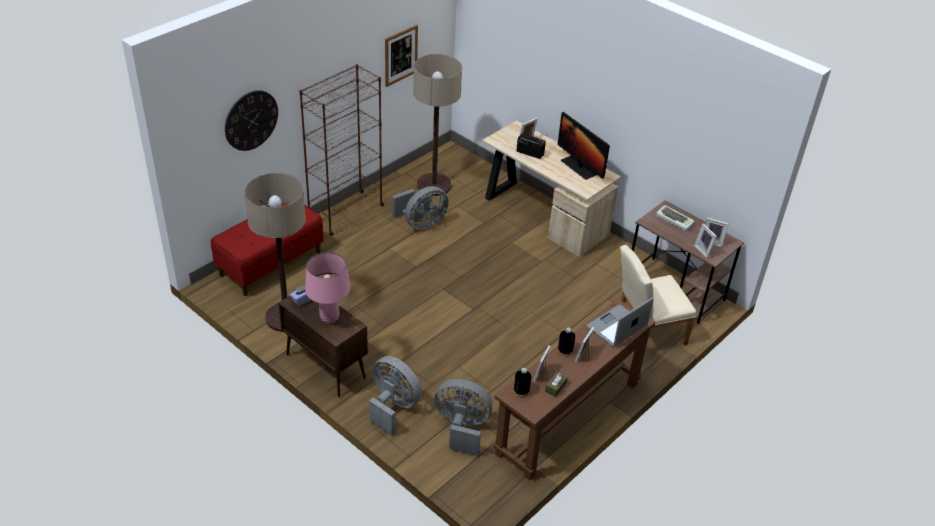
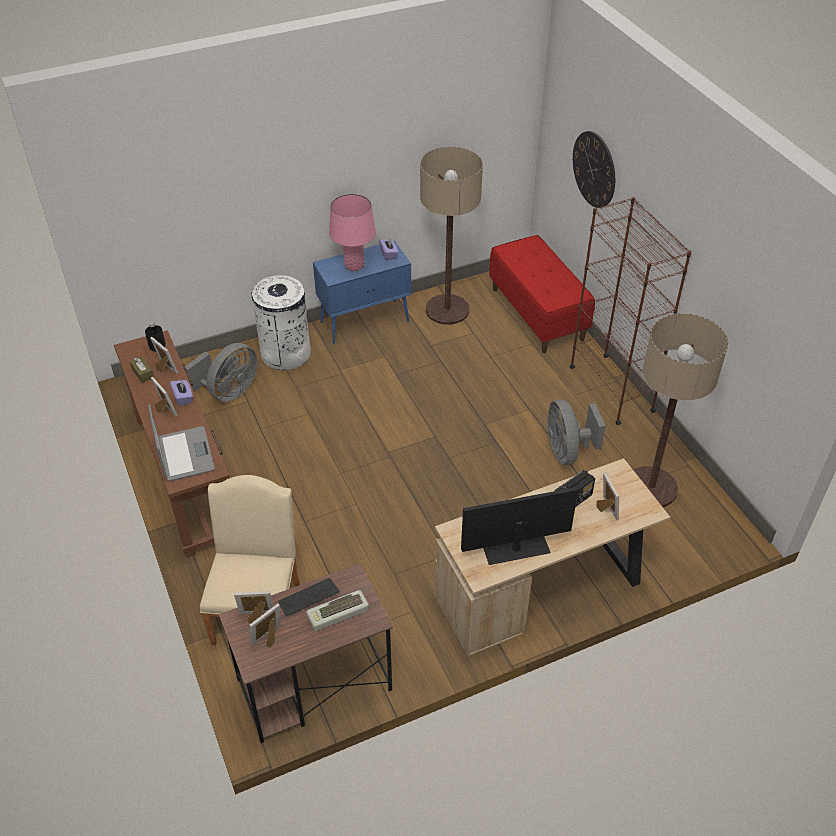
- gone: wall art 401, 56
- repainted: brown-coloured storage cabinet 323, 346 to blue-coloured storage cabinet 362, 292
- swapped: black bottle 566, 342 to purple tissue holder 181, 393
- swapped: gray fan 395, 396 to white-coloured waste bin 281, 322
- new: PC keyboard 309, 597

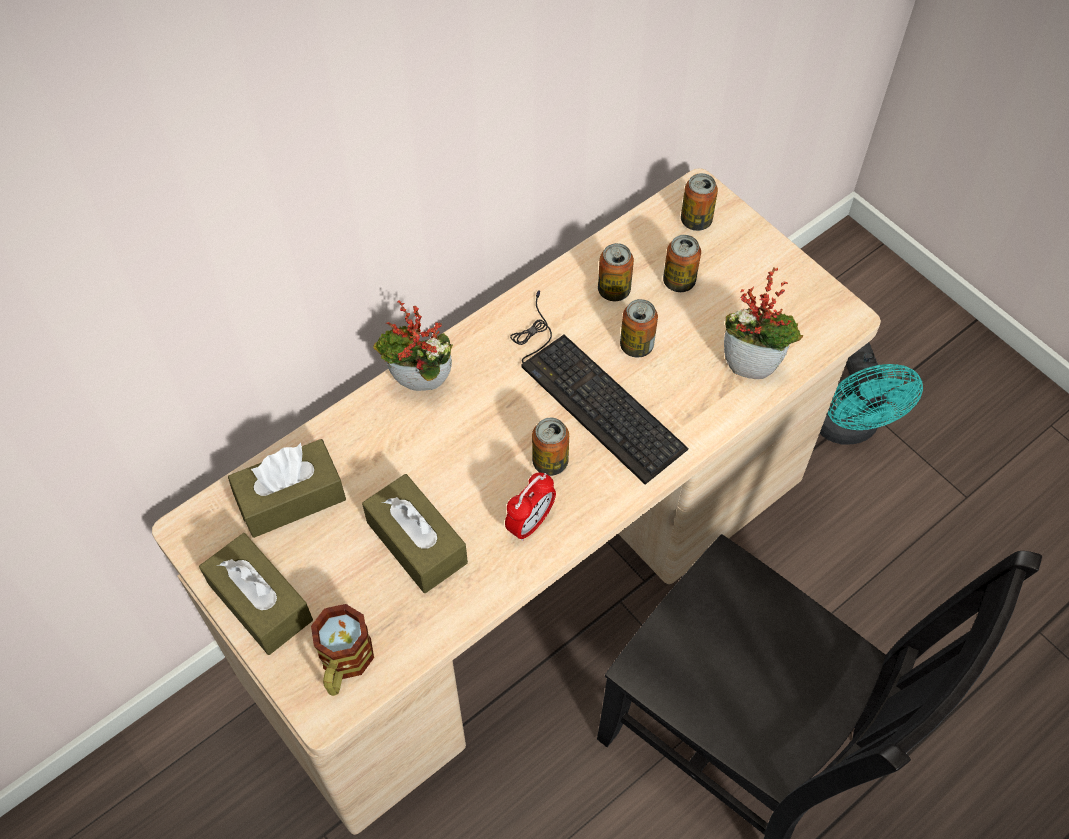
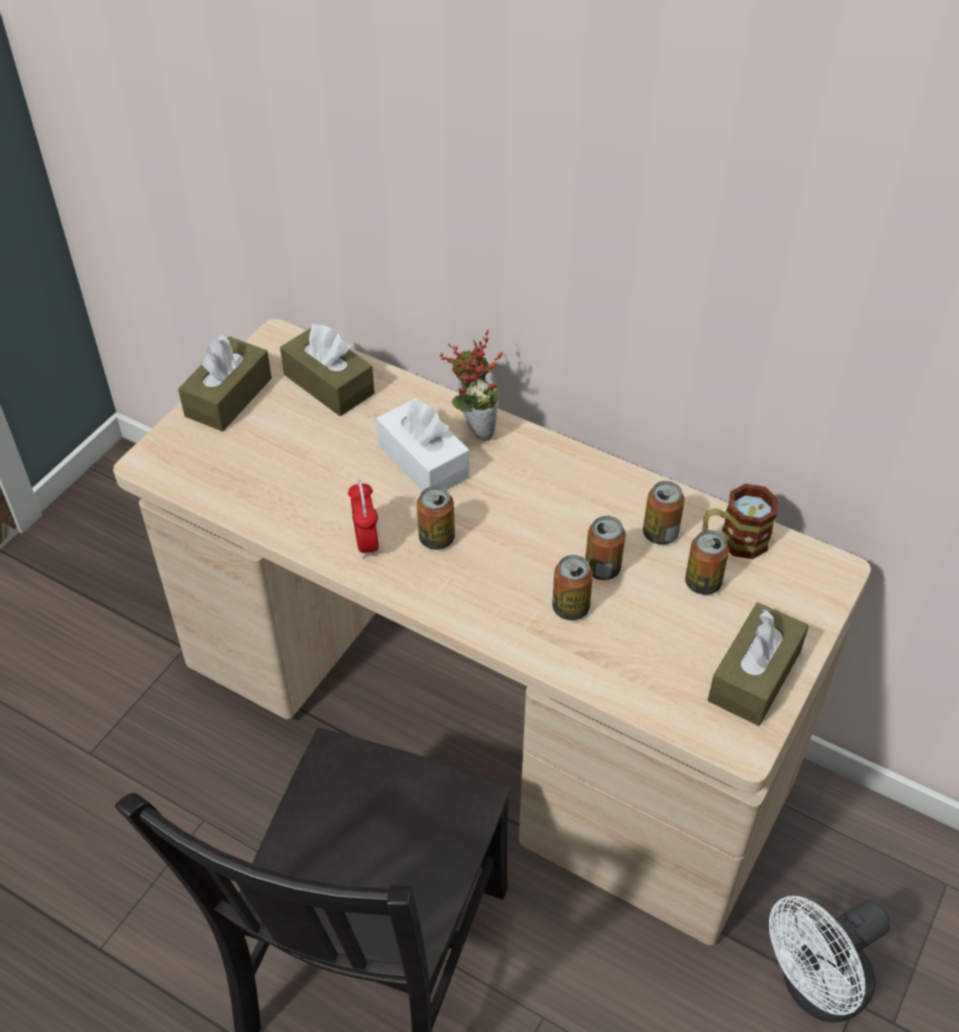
- shifted: can 699, 202 to 572, 587
- gone: plant in a pot 763, 323
- gone: PC keyboard 599, 387
- repainted: turquoise-coloured fan 871, 393 to white-coloured fan 829, 959
- rotated: alarm clock 530, 507 = 363, 519 120 degrees counterclockwise
- shifted: brown-coloured tissue holder 415, 533 to 758, 664
- shifted: coffee mug 342, 650 to 740, 521
- new: white-coloured tissue holder 423, 444

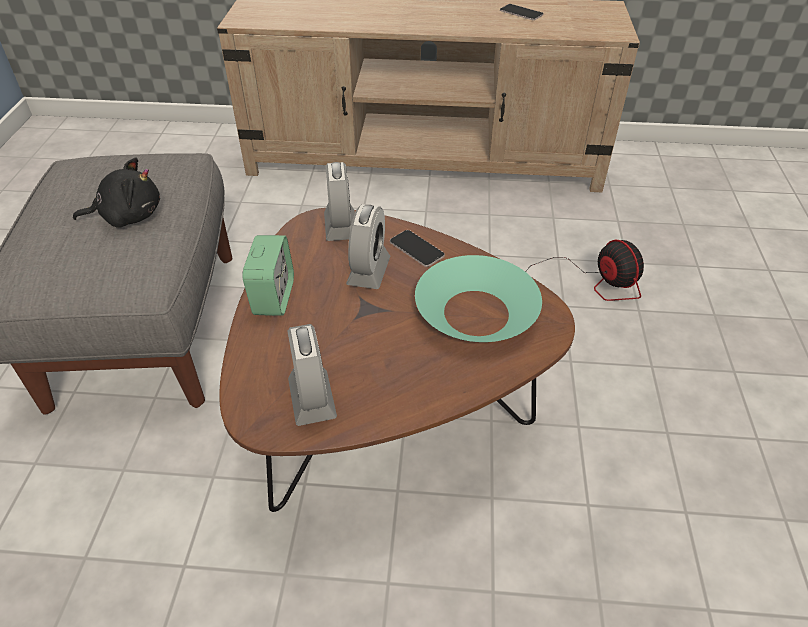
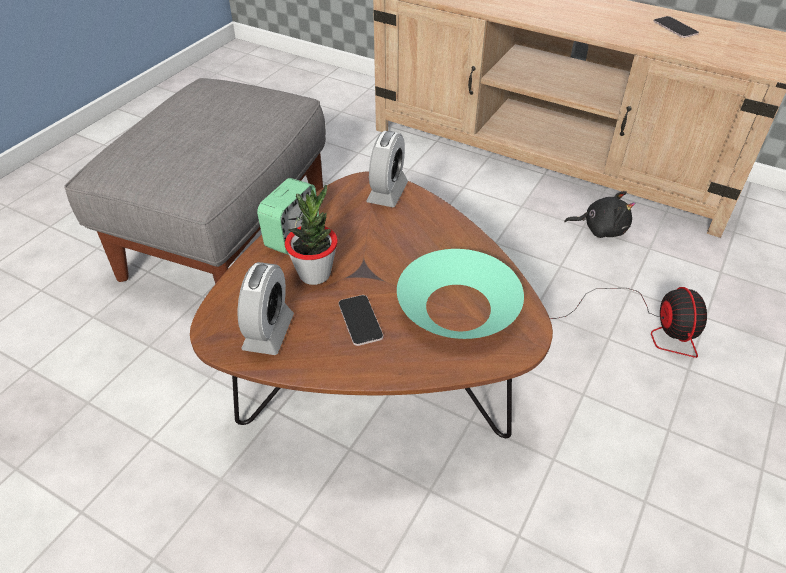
- shifted: black cuddly toy 116, 193 to 600, 214
- gone: alarm clock 368, 246
- shifted: handset 417, 248 to 360, 320
- new: plant in a pot 311, 235

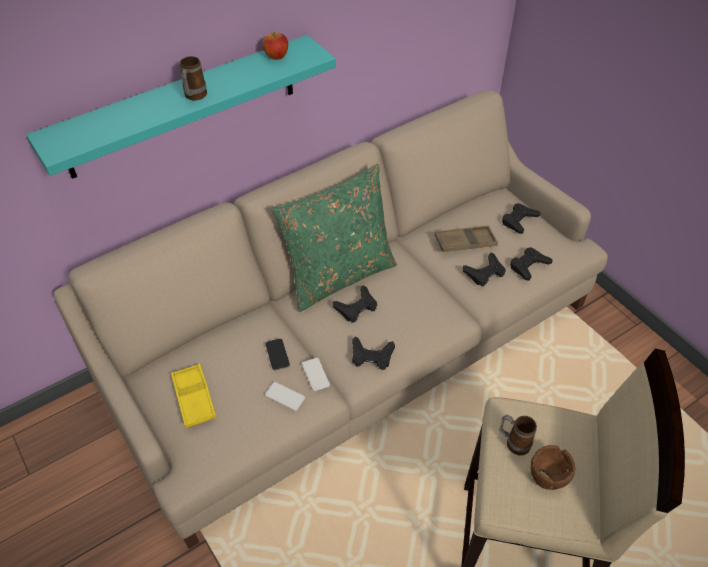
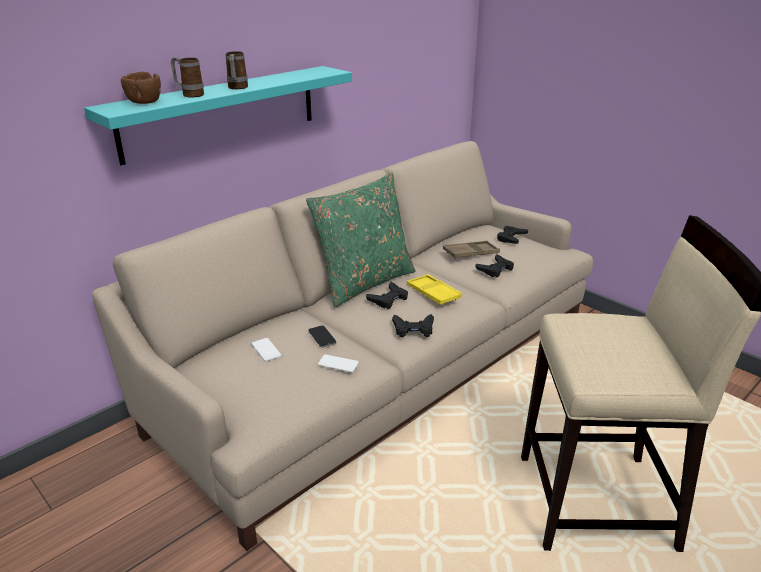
- gone: whole apple 275, 45
- gone: black gamepad 531, 264
- shifted: handset 316, 374 to 267, 350
- shifted: yellow-coloured carrying tray 194, 396 to 434, 289
- shifted: coffee mug 518, 435 to 187, 77
- shifted: brown-coloured serving bowl 553, 467 to 141, 88

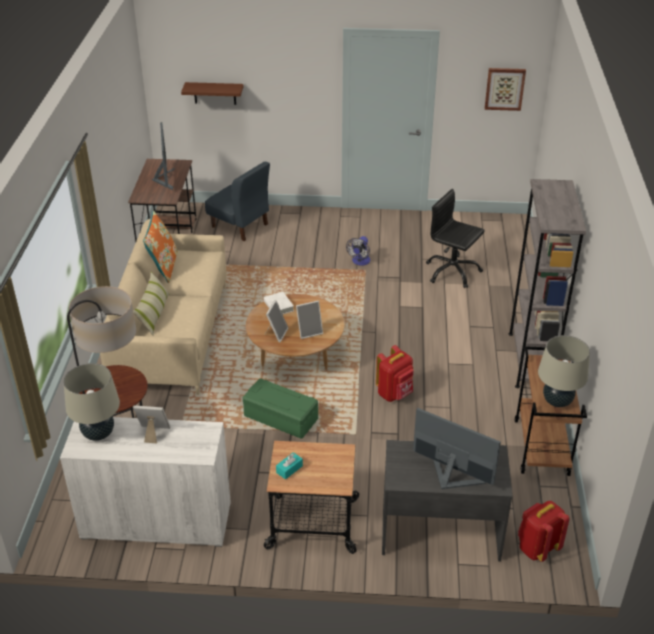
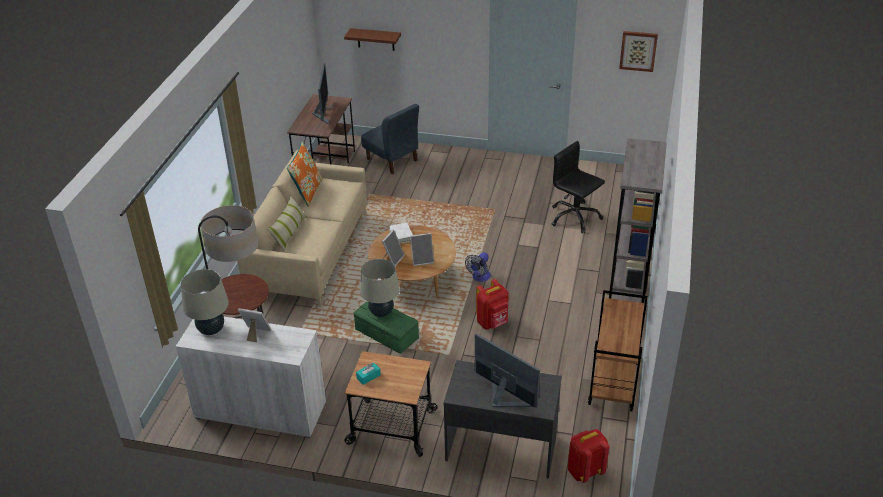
- shifted: fan 358, 251 to 478, 267
- shifted: beige lamp for a table 564, 371 to 380, 288

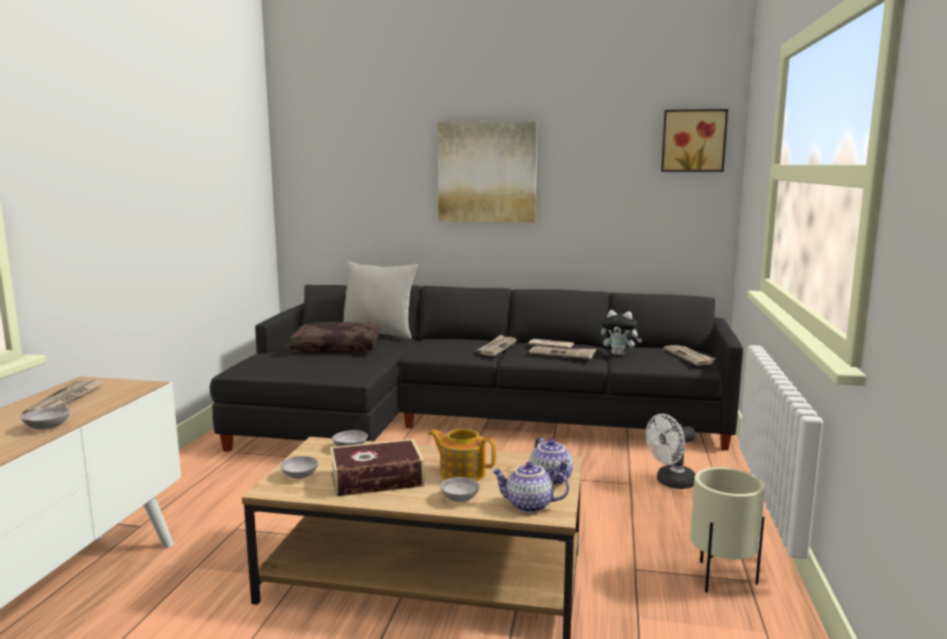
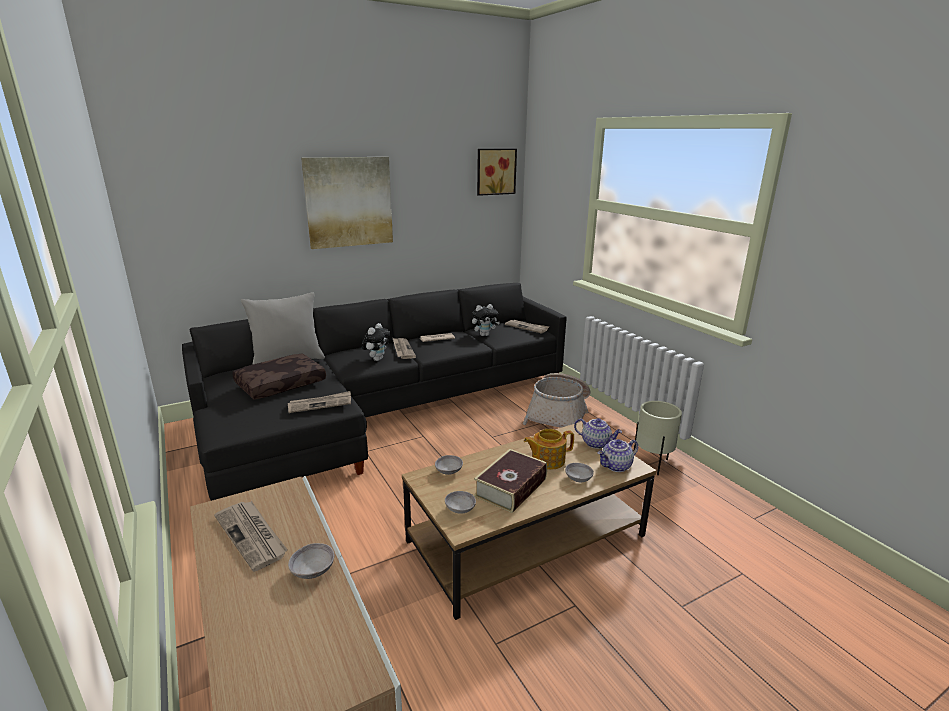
- shifted: daily paper 563, 352 to 319, 402
- swapped: white-coloured fan 671, 451 to storage basket 556, 400
- new: cuddly toy 375, 342

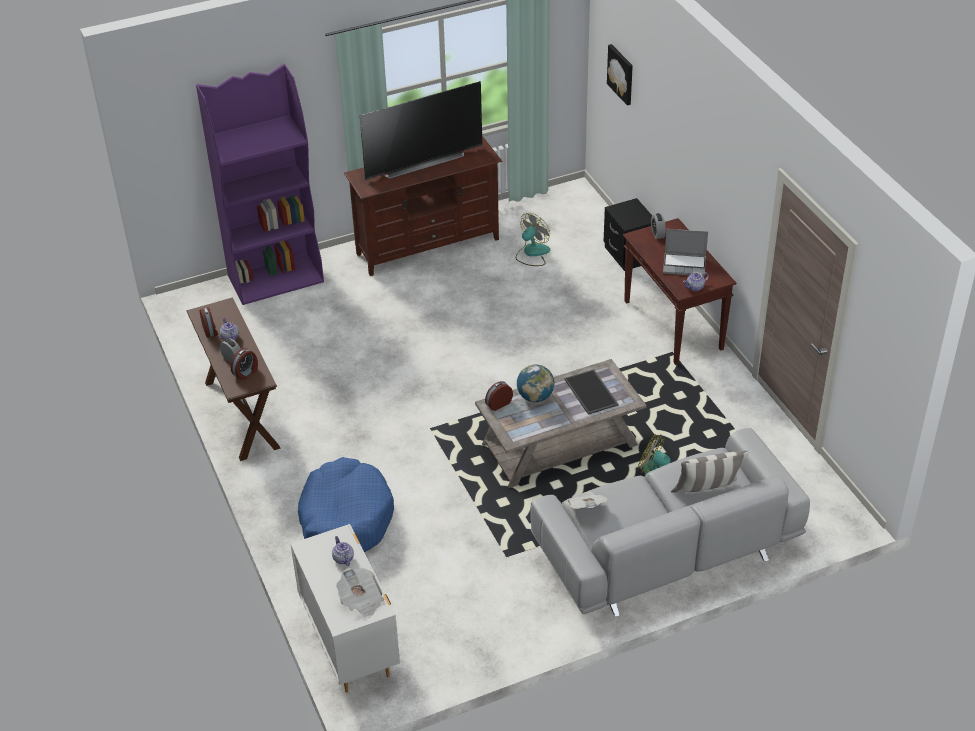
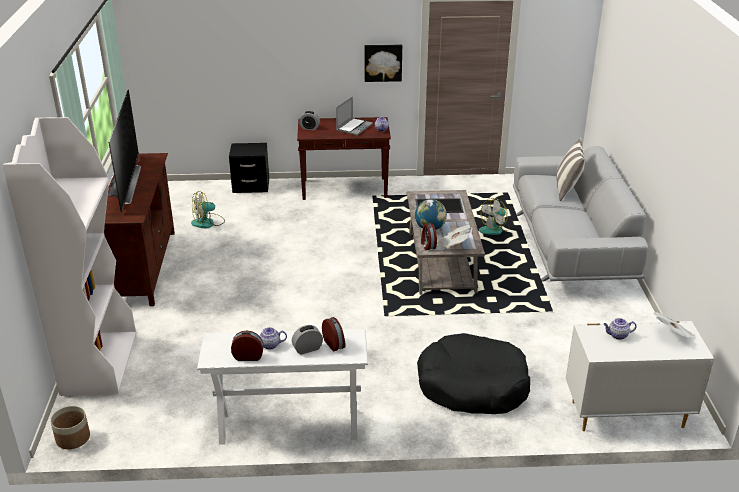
- shifted: wall art 620, 74 to 383, 63
- repainted: purple bookshelf 260, 184 to white-coloured bookshelf 69, 256
- rotated: fan 533, 239 = 208, 209 90 degrees counterclockwise
- repainted: brown-coloured hall table 233, 379 to white-coloured hall table 282, 387
- repainted: blue-coloured pet bed 346, 504 to black pet bed 473, 373
- shifted: daily paper 587, 500 to 454, 237
- new: planter 70, 427

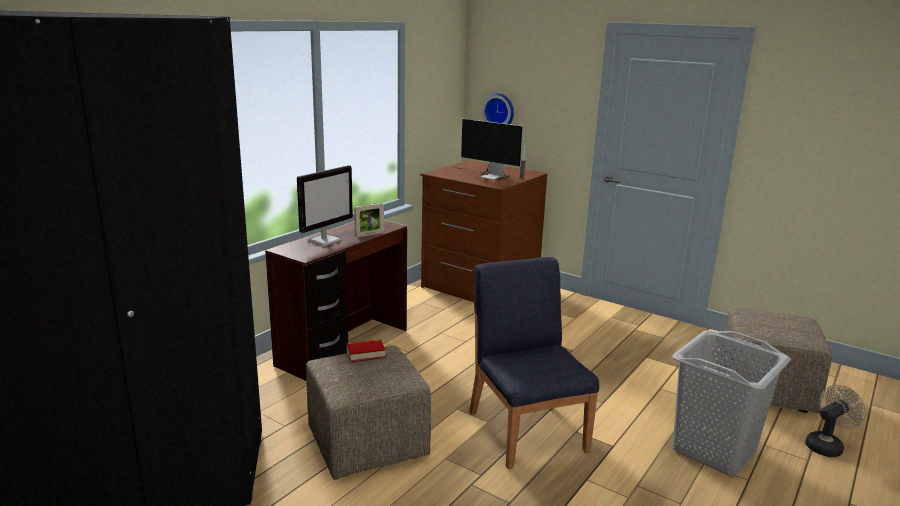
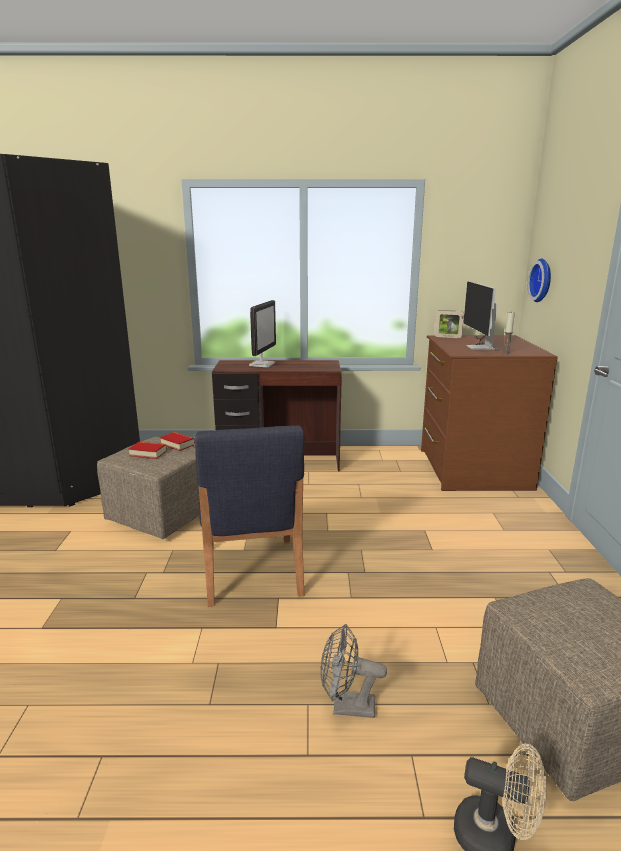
- rotated: computer display 325, 205 = 262, 333 75 degrees counterclockwise
- shifted: picture frame 369, 220 to 449, 324
- rotated: blue-coloured chair 534, 363 = 249, 516 135 degrees clockwise
- swapped: gray hamper 732, 403 to gray fan 353, 671
- new: book 147, 450

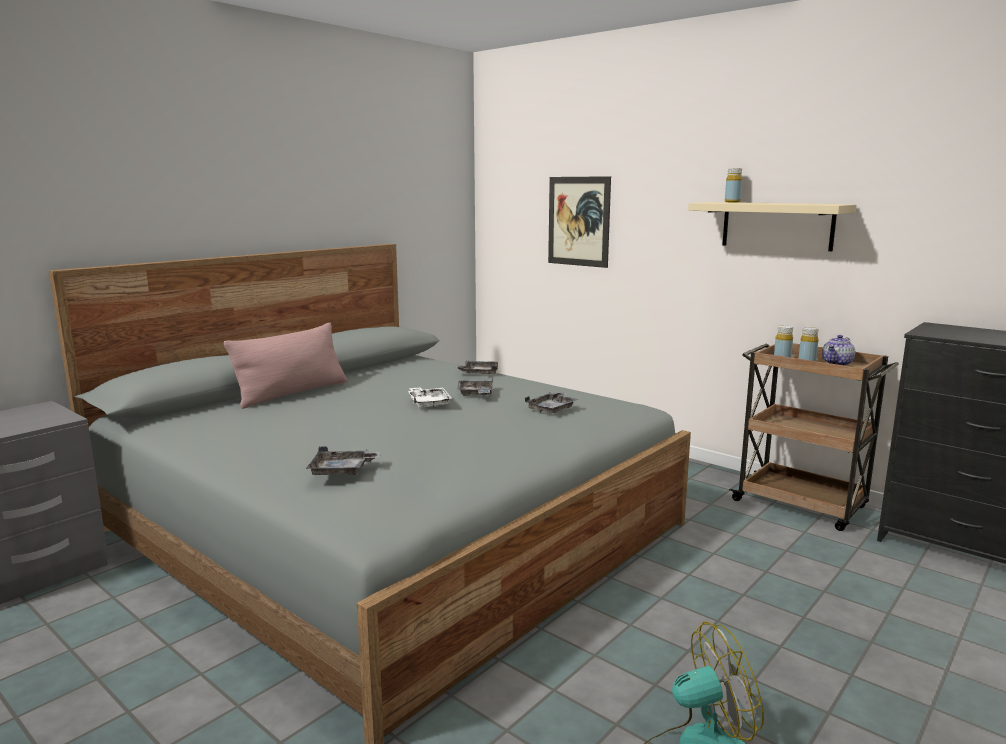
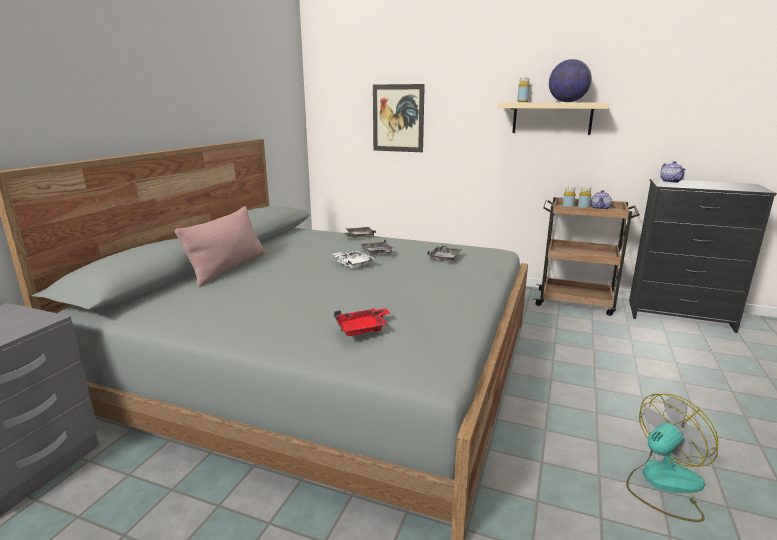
- repainted: gray carrying tray 344, 460 to red-coloured carrying tray 362, 322
- new: globe 570, 80
- new: pot for tea 673, 172

